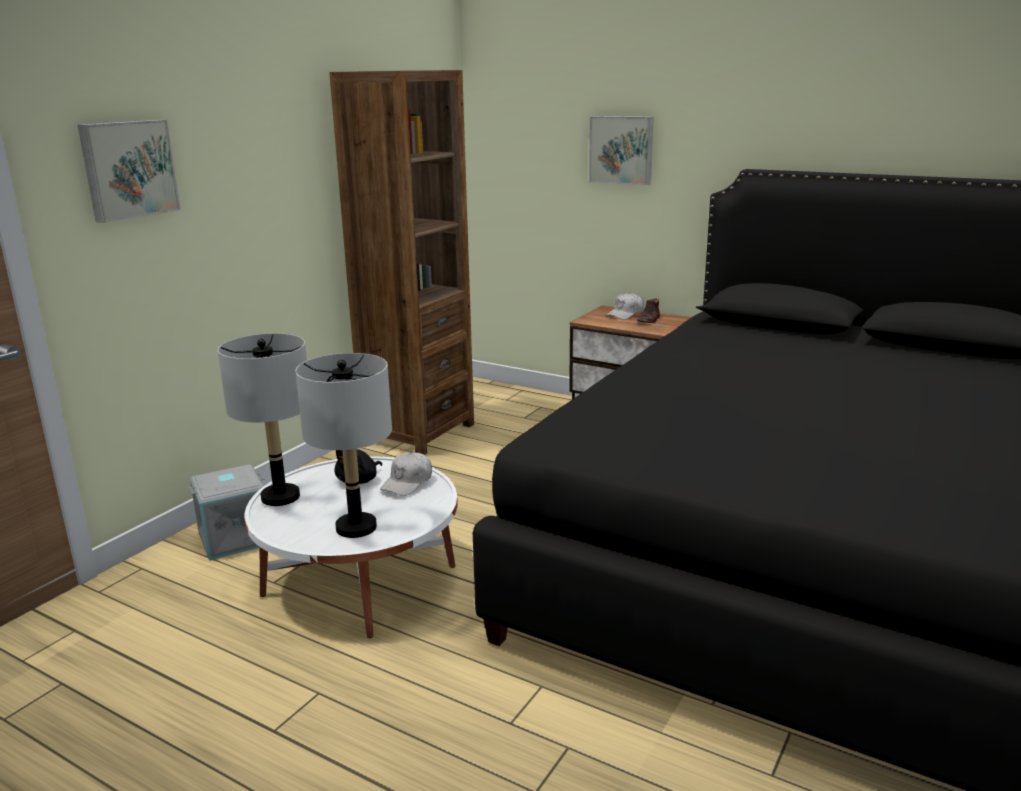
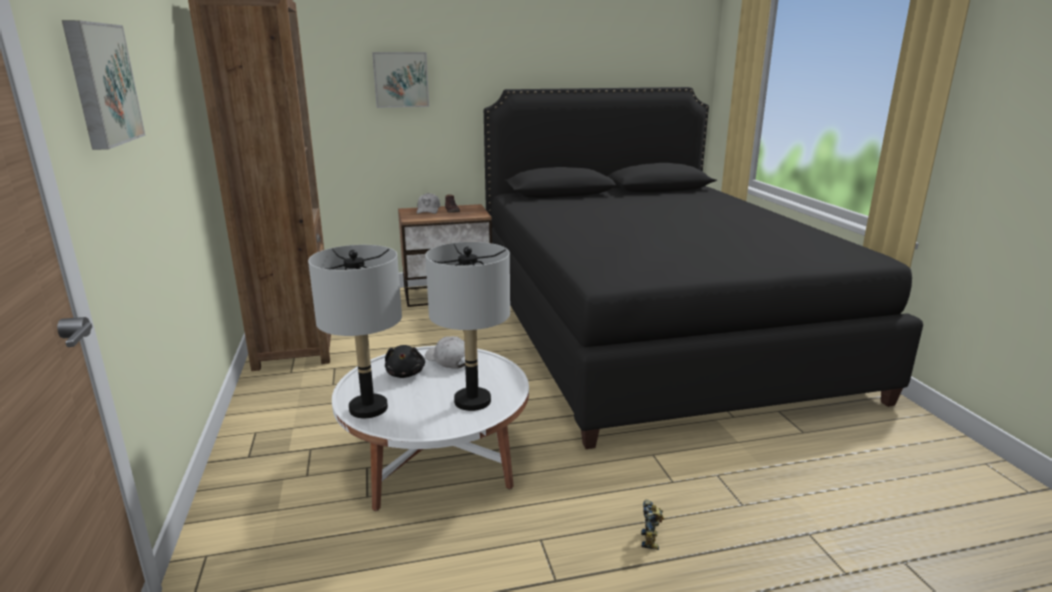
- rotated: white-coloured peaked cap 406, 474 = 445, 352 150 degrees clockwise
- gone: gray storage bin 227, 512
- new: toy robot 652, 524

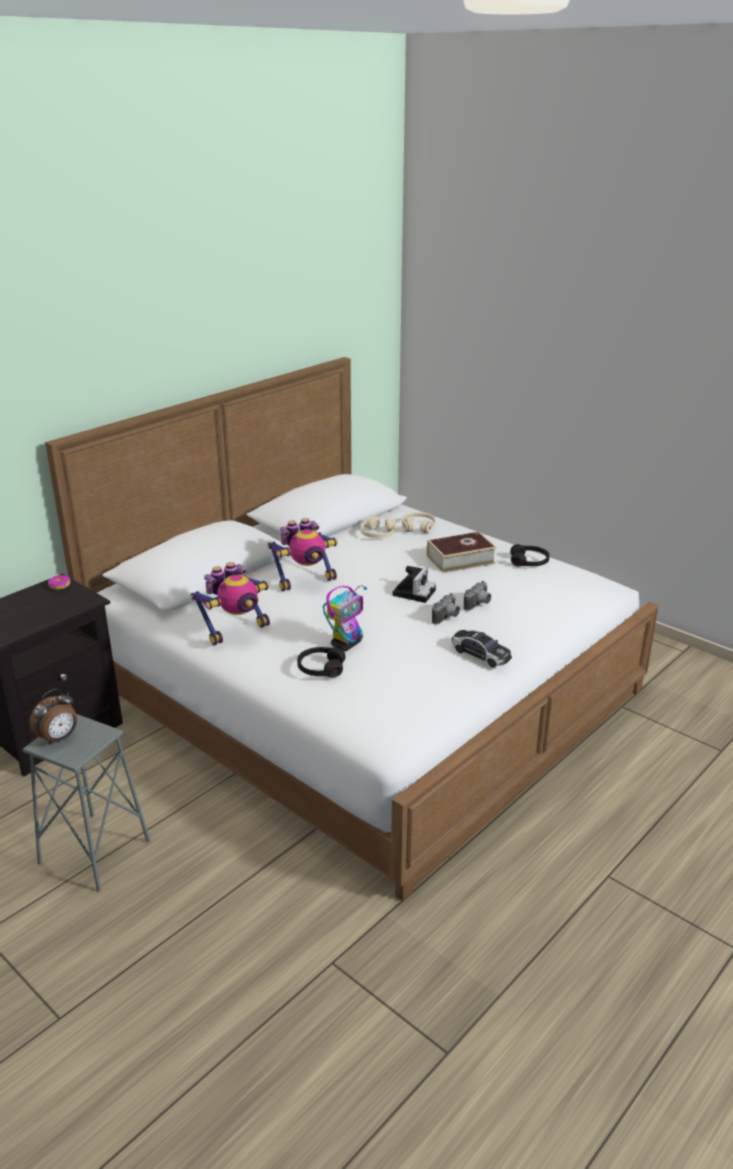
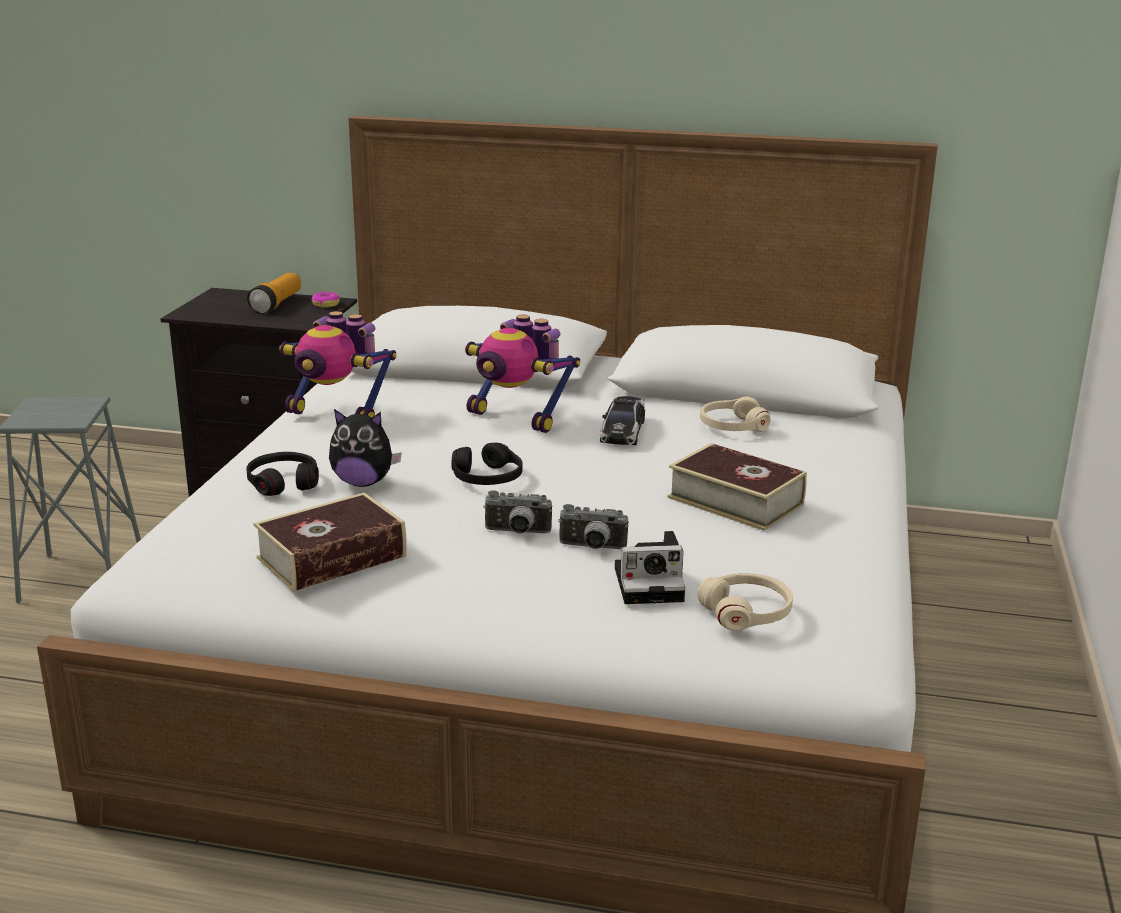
- shifted: beige headset 418, 522 to 745, 602
- shifted: black headset 530, 555 to 487, 464
- shifted: photo camera 414, 584 to 650, 567
- swapped: toy robot 345, 618 to cuddly toy 365, 448
- shifted: toy car 481, 648 to 622, 420
- gone: alarm clock 53, 717
- new: flashlight 274, 293
- new: book 330, 542

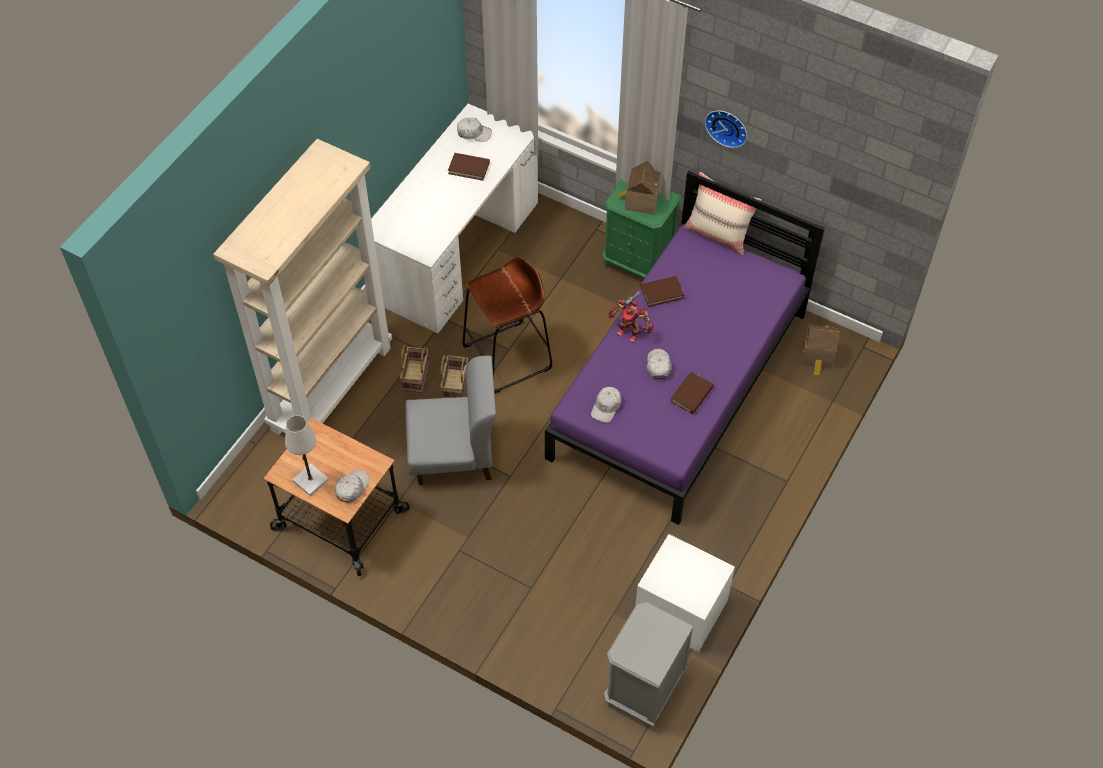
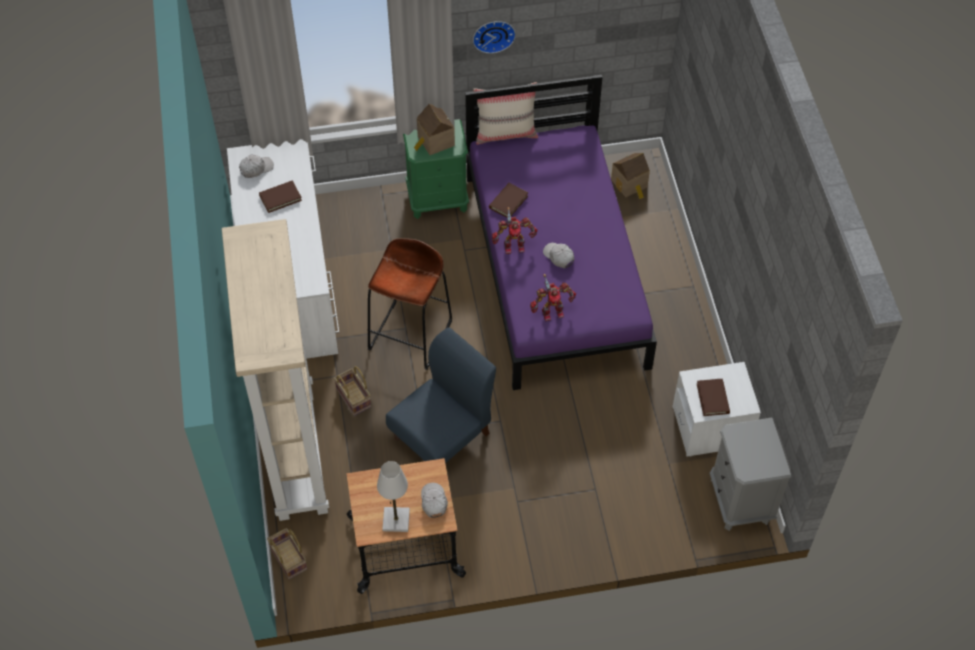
- repainted: gray chair 450, 420 to blue-coloured chair 441, 395
- shifted: storage basket 454, 376 to 287, 553
- shifted: brown-coloured book 692, 393 to 713, 397
- swapped: white-coloured peaked cap 606, 405 to toy robot 553, 297

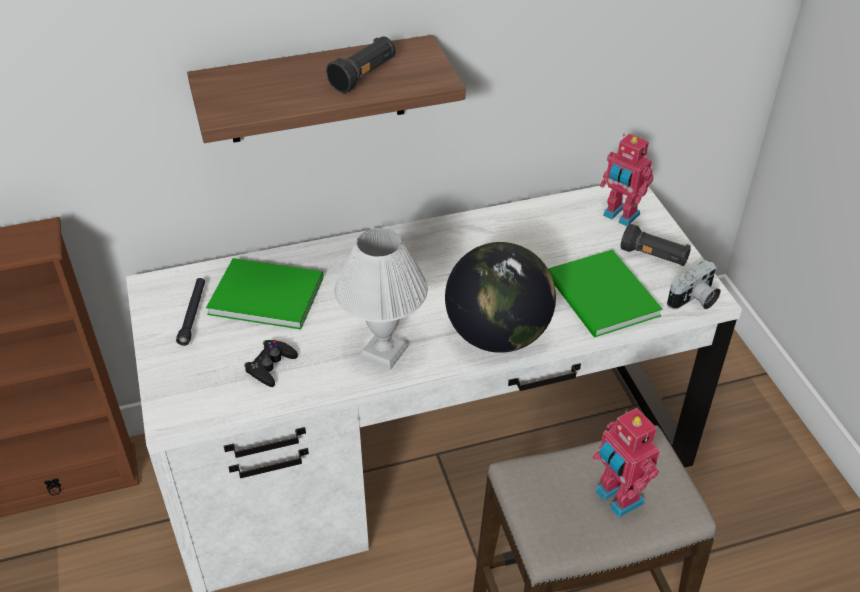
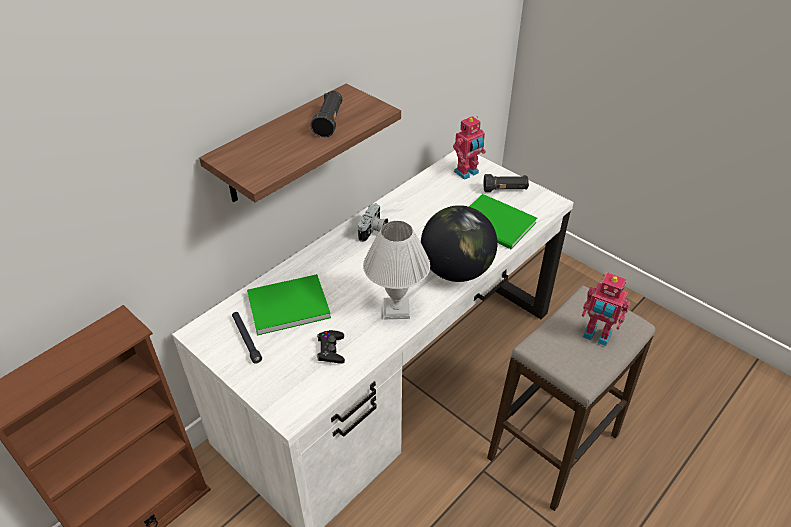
- rotated: toy robot 627, 180 = 469, 148 45 degrees counterclockwise
- shifted: photo camera 694, 285 to 373, 222

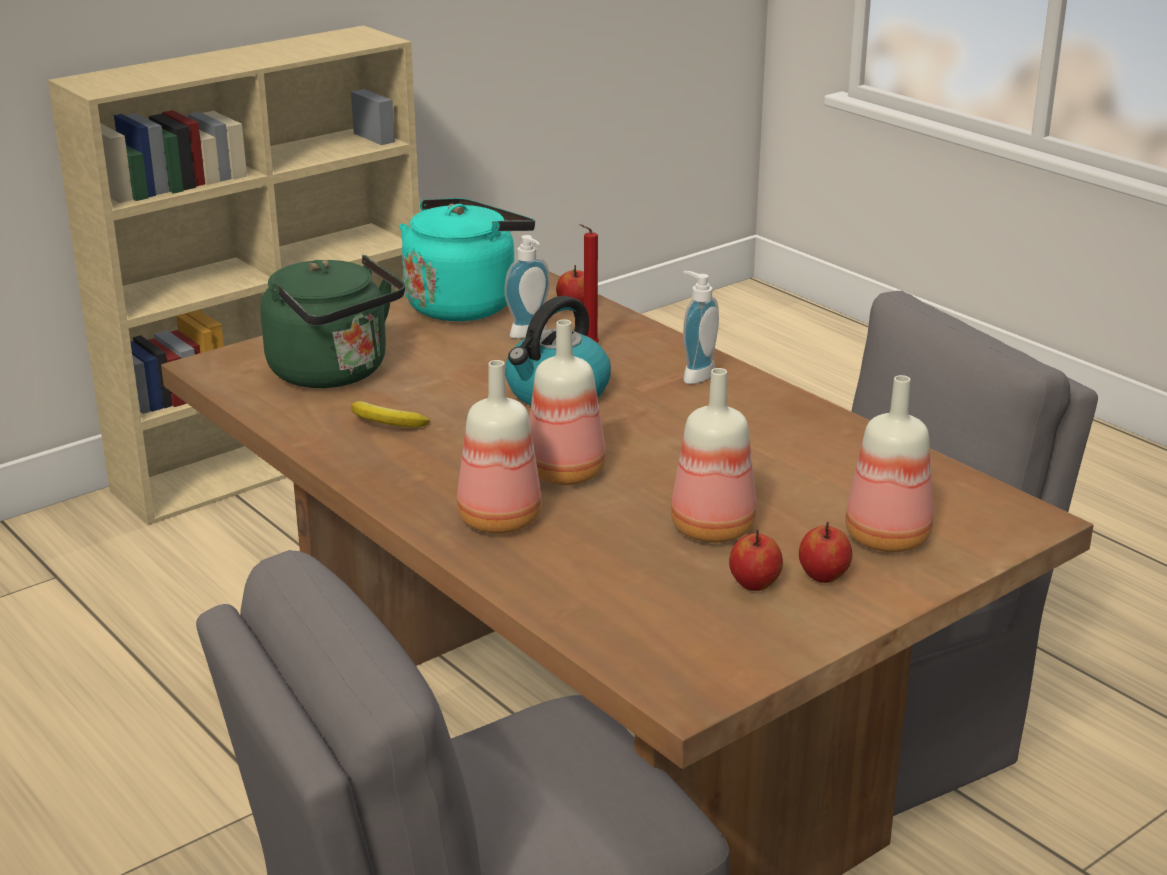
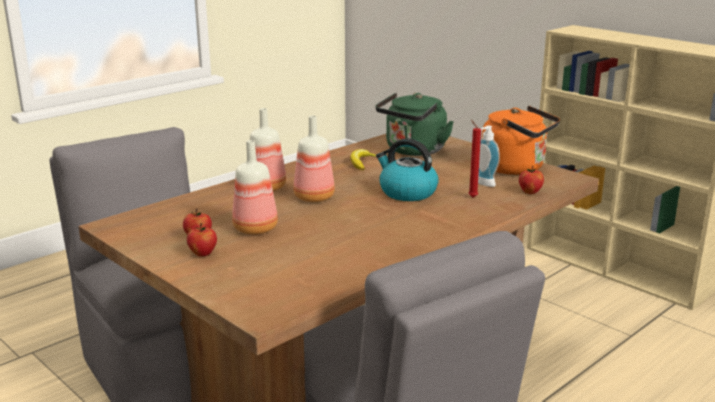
- repainted: turquoise-coloured water kettle 467, 259 to orangey water kettle 521, 140
- gone: soap bottle 701, 327
- gone: bottle 889, 463

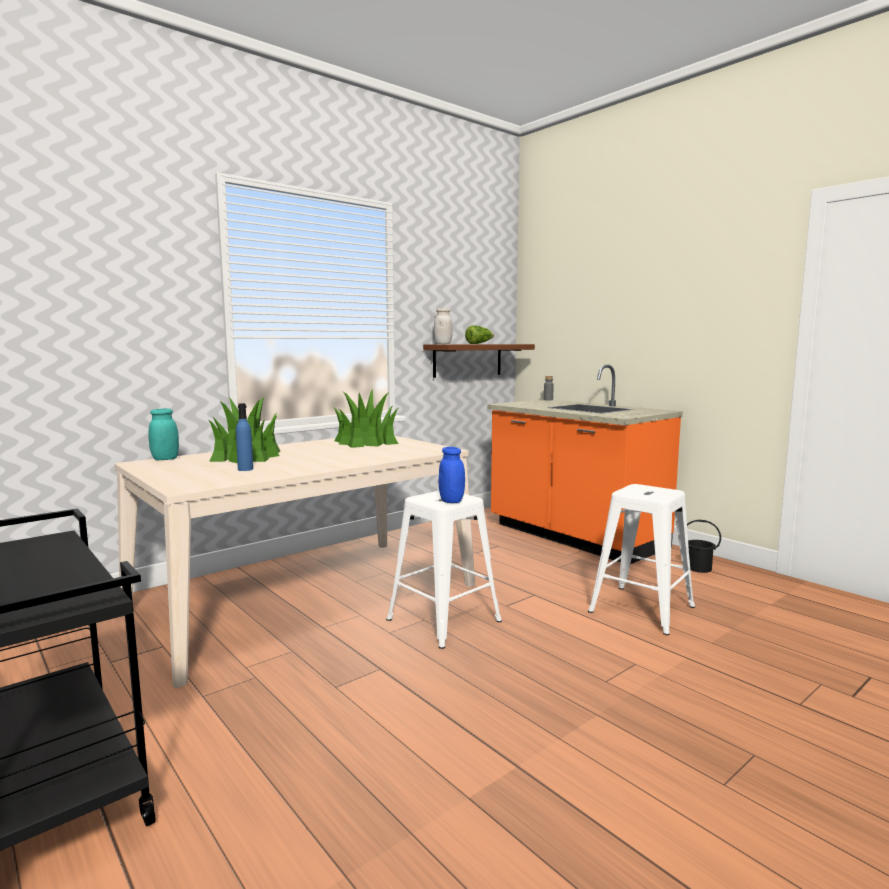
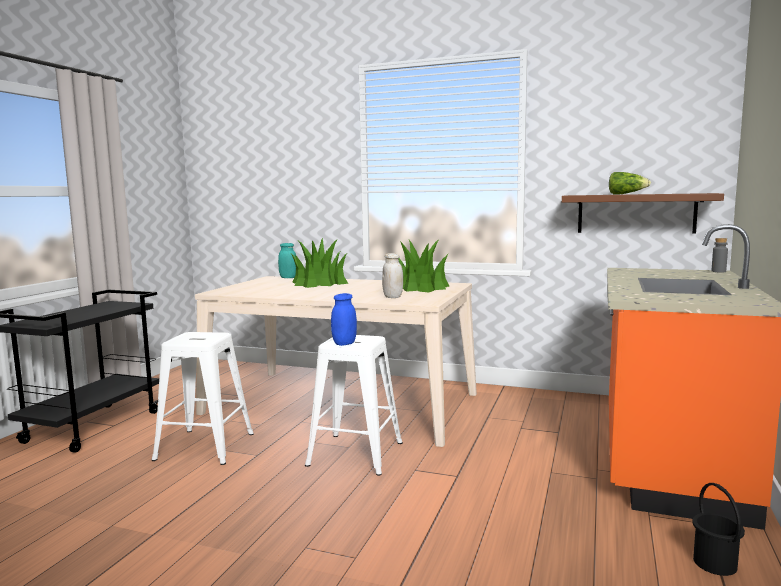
- shifted: white-coloured storage jar 443, 326 to 392, 275
- gone: blue-coloured bottle 244, 437
- shifted: white-coloured stool seat 641, 559 to 203, 398

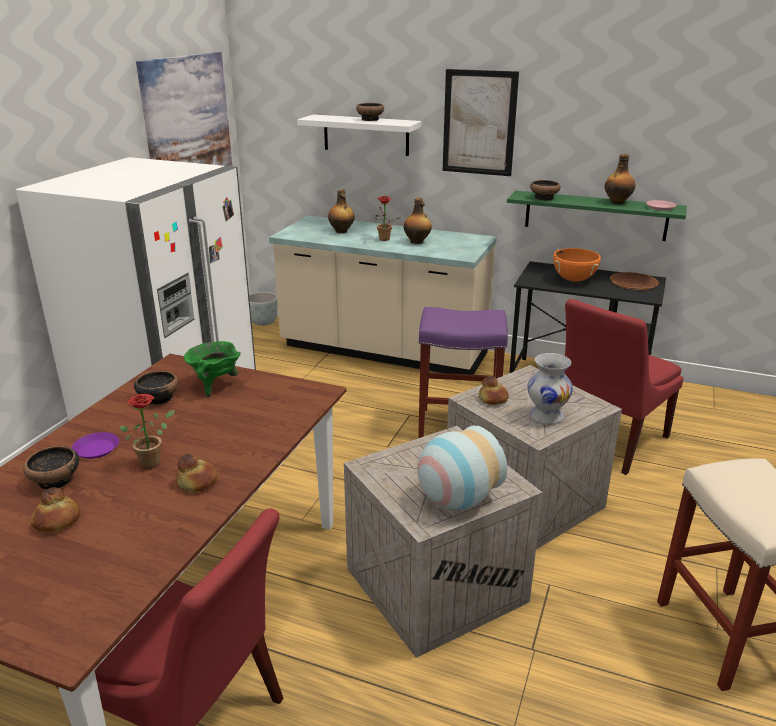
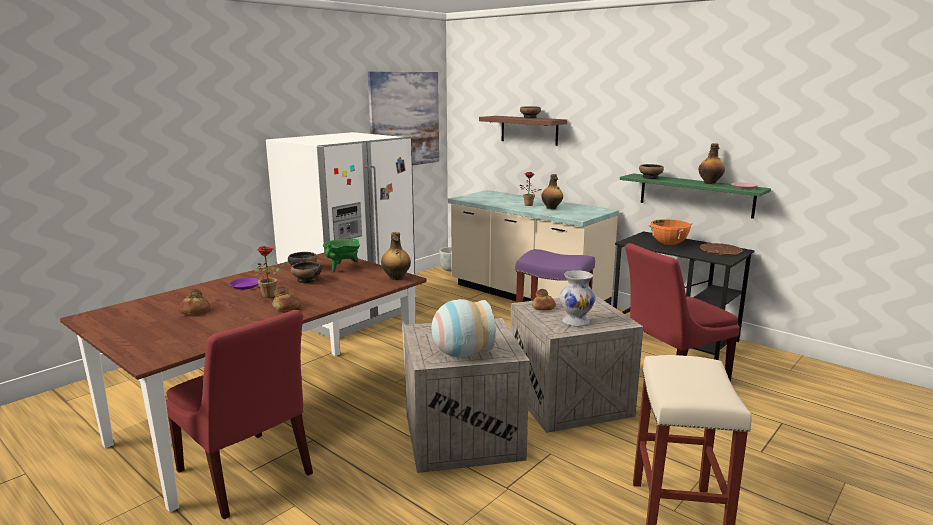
- gone: wall art 481, 122
- repainted: white-coloured bracket shelf 359, 135 to brown-coloured bracket shelf 523, 131
- shifted: bottle 341, 211 to 396, 256
- shifted: serving bowl 51, 468 to 306, 272

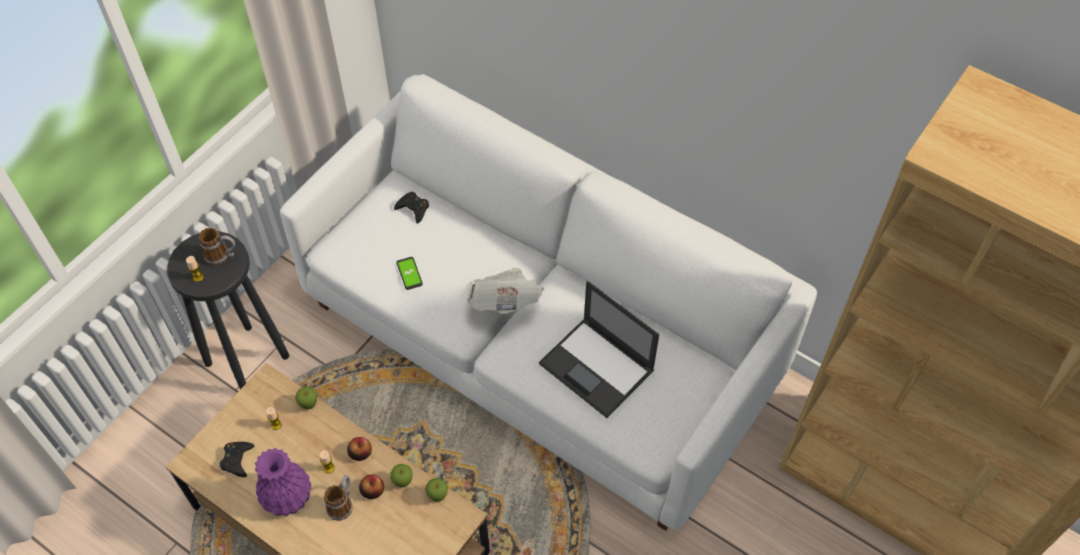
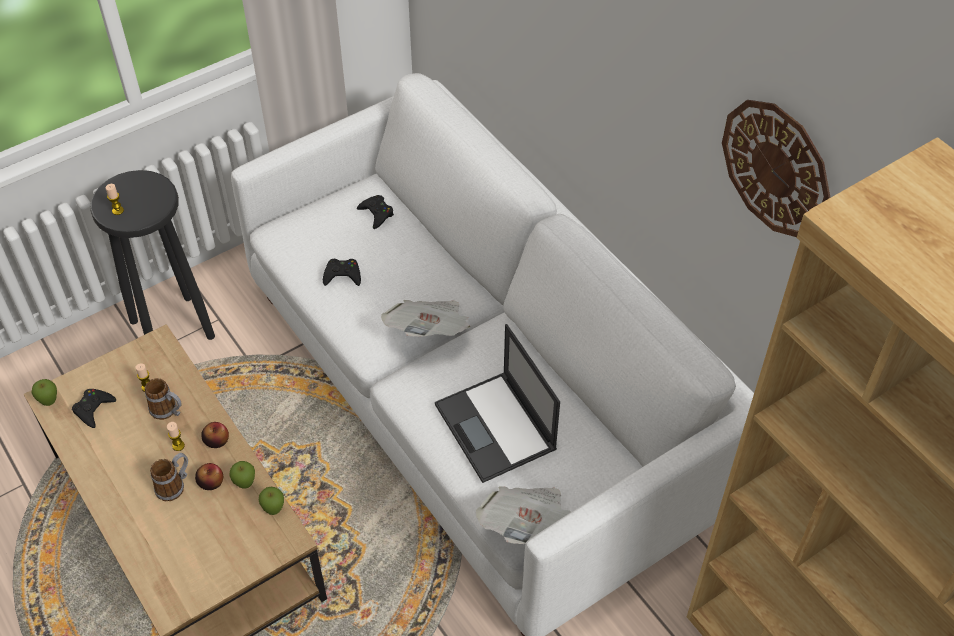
- shifted: coffee mug 217, 246 to 163, 399
- swapped: handset 409, 273 to black gamepad 342, 272
- shifted: whole apple 306, 397 to 44, 392
- gone: purple vase 283, 482
- new: hanging clock 776, 168
- new: daily paper 523, 515

